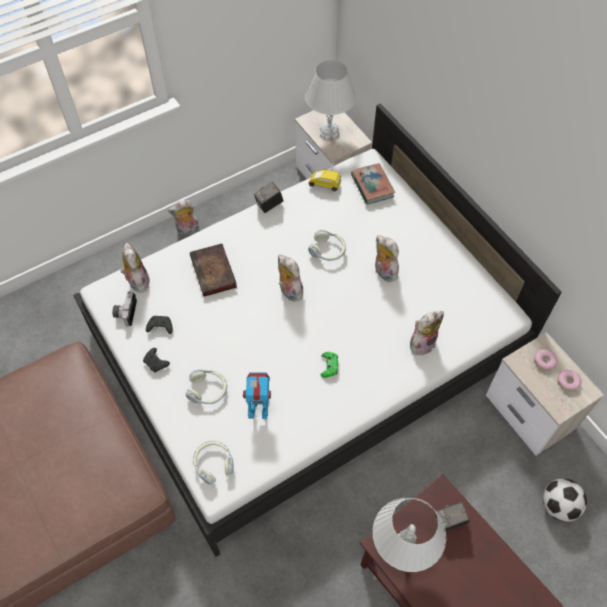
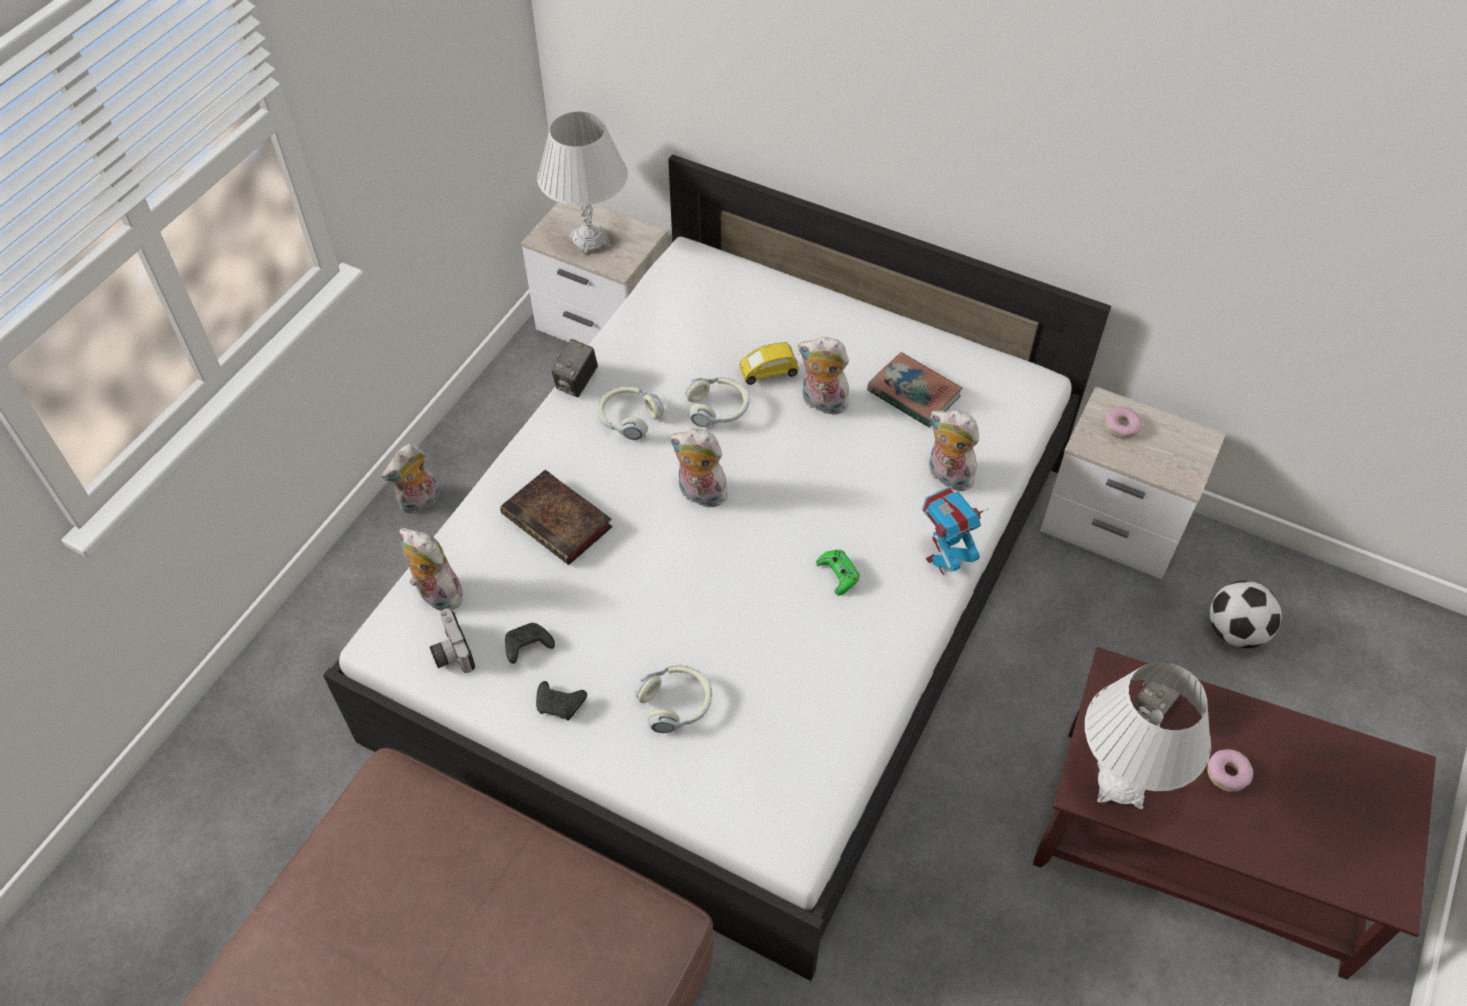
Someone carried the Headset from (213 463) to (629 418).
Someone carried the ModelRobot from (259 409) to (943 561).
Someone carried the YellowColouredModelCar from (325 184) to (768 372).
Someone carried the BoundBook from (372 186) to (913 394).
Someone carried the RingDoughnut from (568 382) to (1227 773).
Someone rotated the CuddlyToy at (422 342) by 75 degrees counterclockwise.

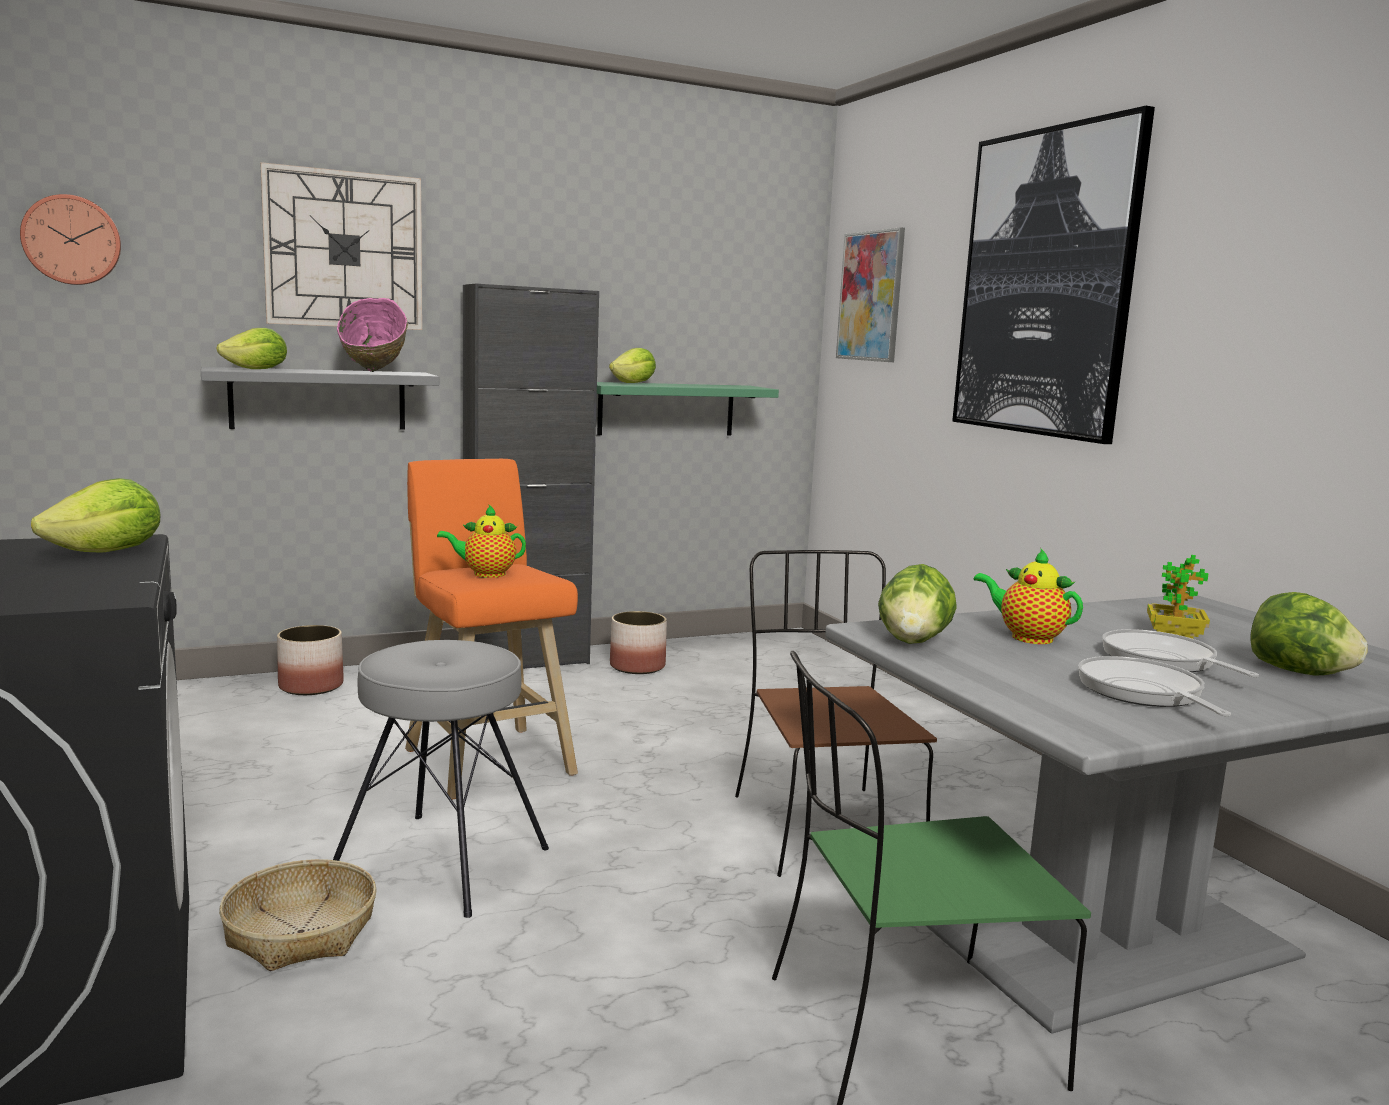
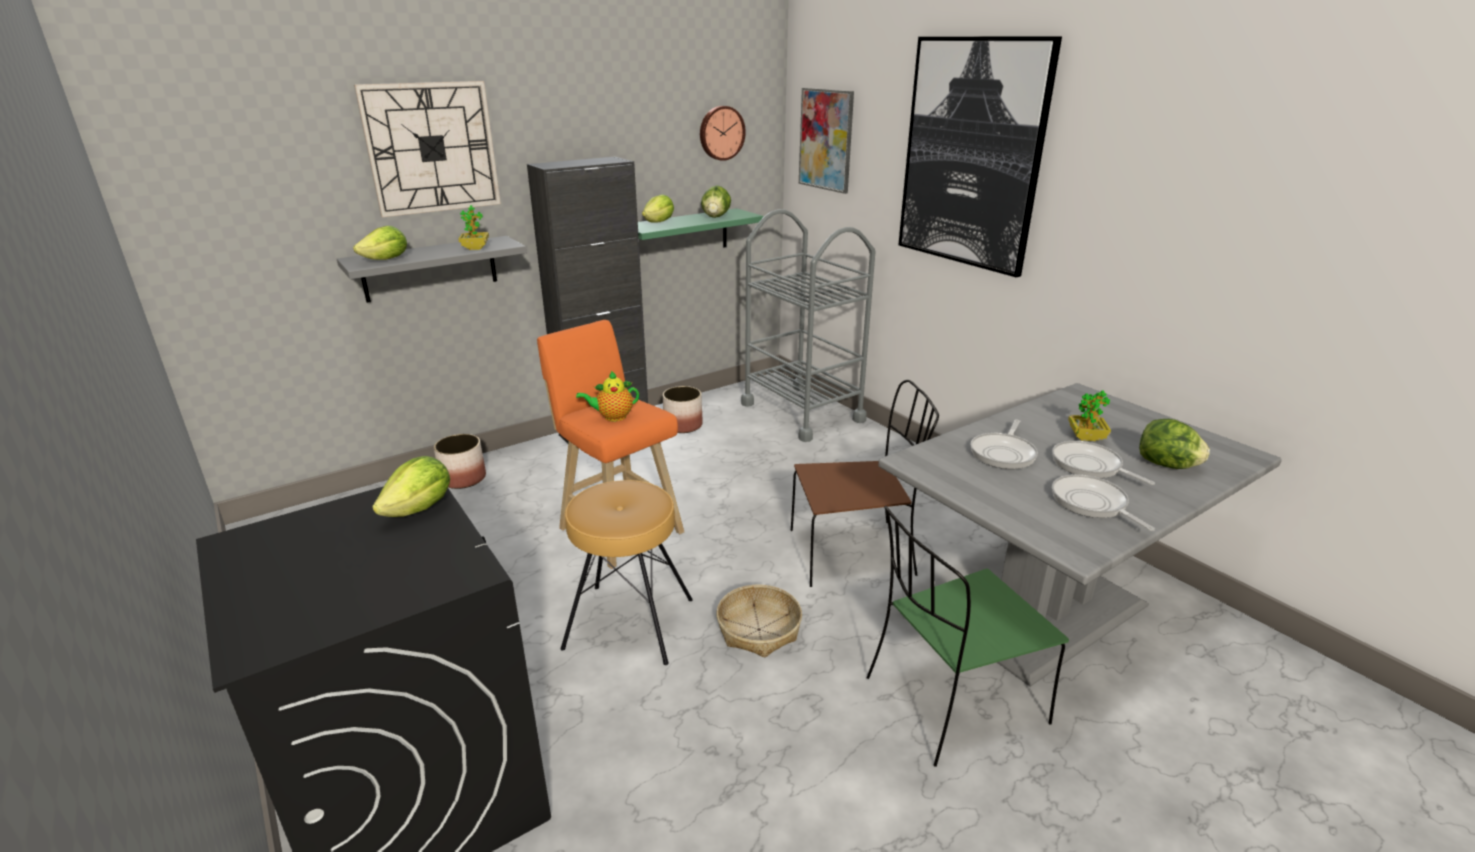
Someone put down the GrayCart at (802 412).
Someone carried the HangingClock from (72 240) to (721 133).
Someone carried the Basket from (301 931) to (758 629).
Someone carried the Lettuce from (914 641) to (716 217).
Someone swapped the PinkServingBowl at (374 373) for the PottedPlant at (475 248).
Someone swapped the TeaPot at (1027 637) for the FryingPan at (1003 453).
Someone repainted the GraySittingStool at (441 861), which became the BrownColouredSittingStool at (629 622).
Someone rotated the BrownColouredPlainChair at (823 828) by 105 degrees clockwise.

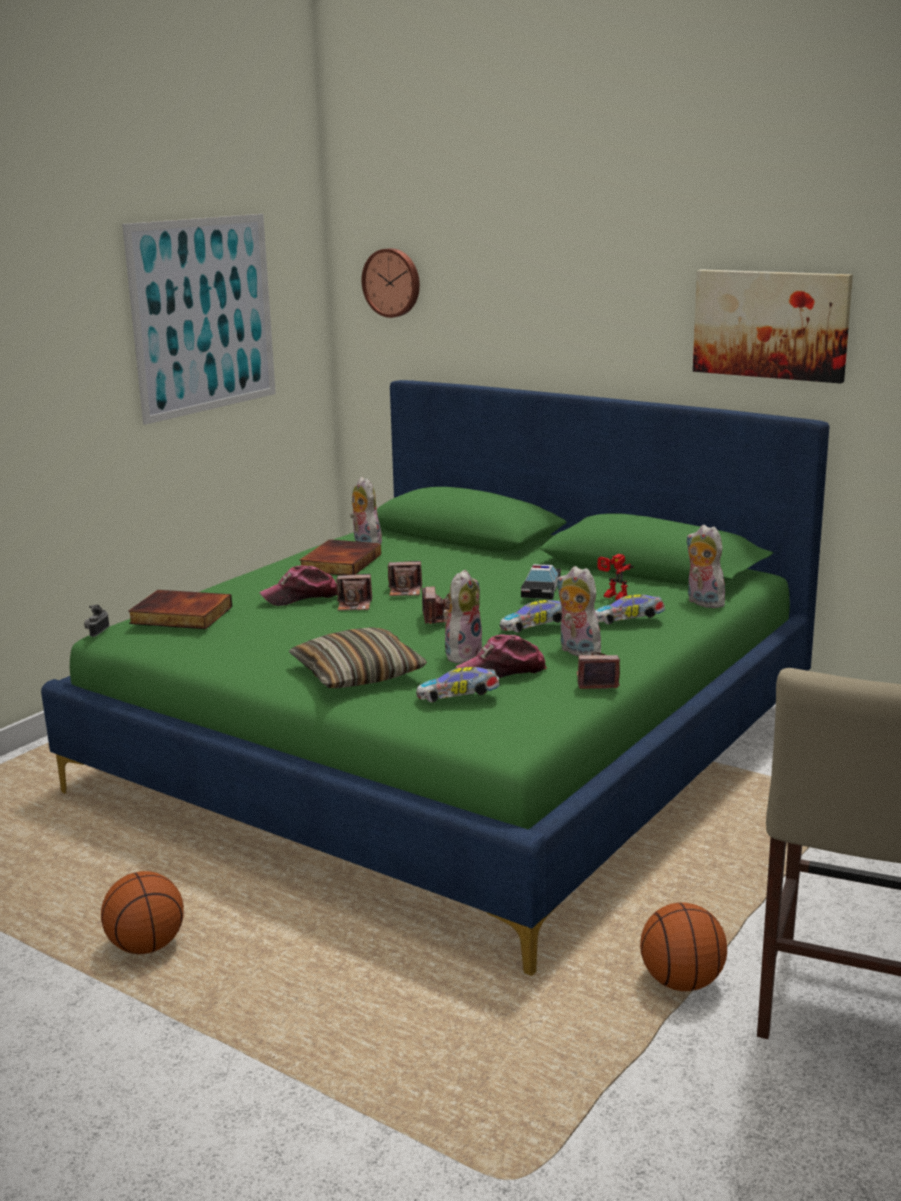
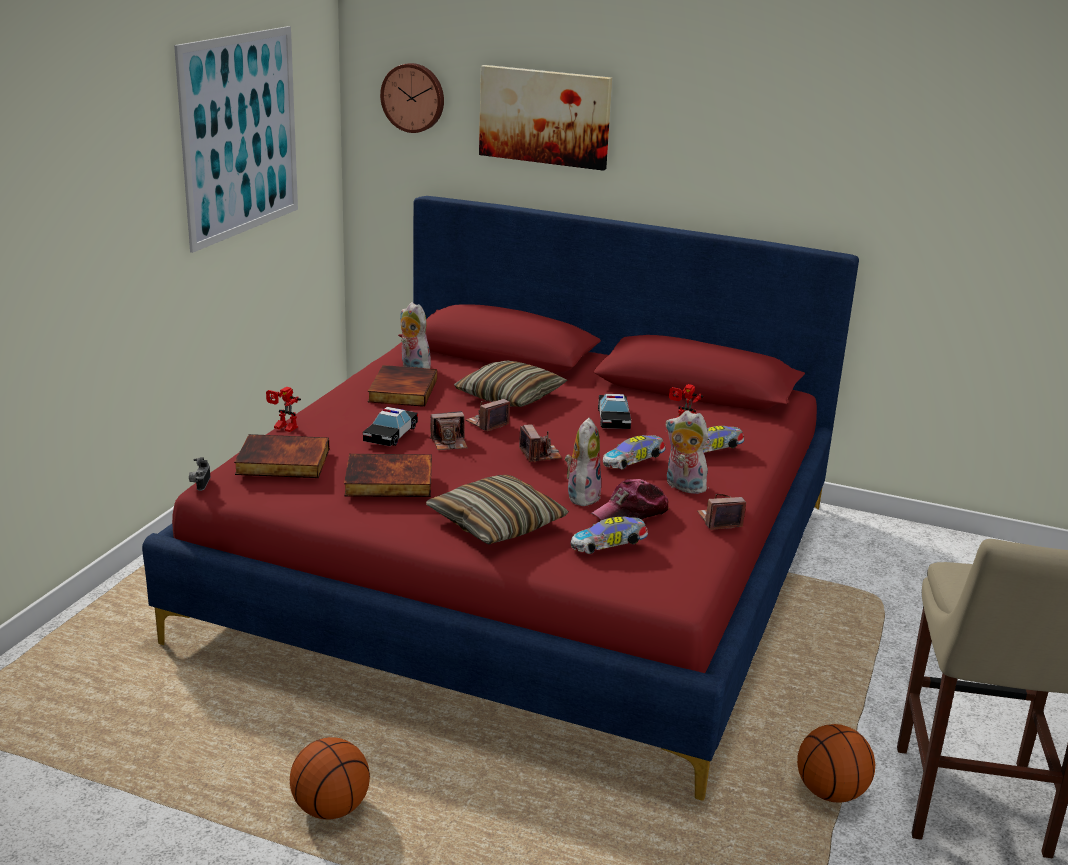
Someone took away the CuddlyToy at (702 602).
Someone put down the ModelRobot at (283 428).
Someone put down the BoundBook at (388 482).
Someone put down the ThrowPillow at (510 396).
Someone carried the WallArt from (771 324) to (545 116).
Someone swapped the PeakedCap at (301 597) for the ModelCar at (390 434).
Someone repainted the GreenishBed at (454 748), which became the RedColouredBed at (528 568).
Someone rotated the PhotoCamera at (405 591) by 150 degrees clockwise.

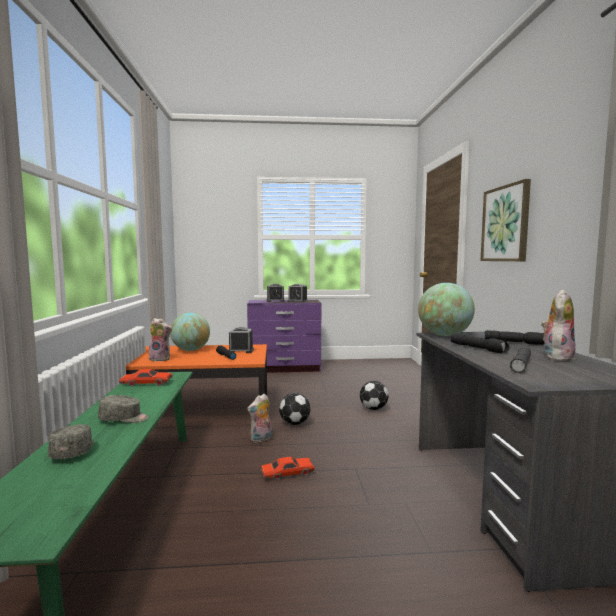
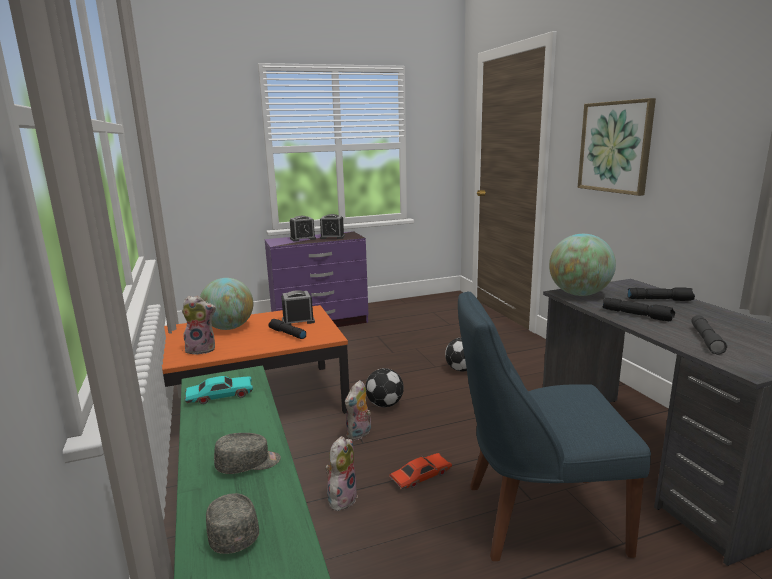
Someone put down the BlueColouredPlainChair at (536 517).
Someone carried the CuddlyToy from (556 357) to (341 498).
Someone repainted the RedColouredModelCar at (146 383), which became the TurquoiseColouredModelCar at (220 396).

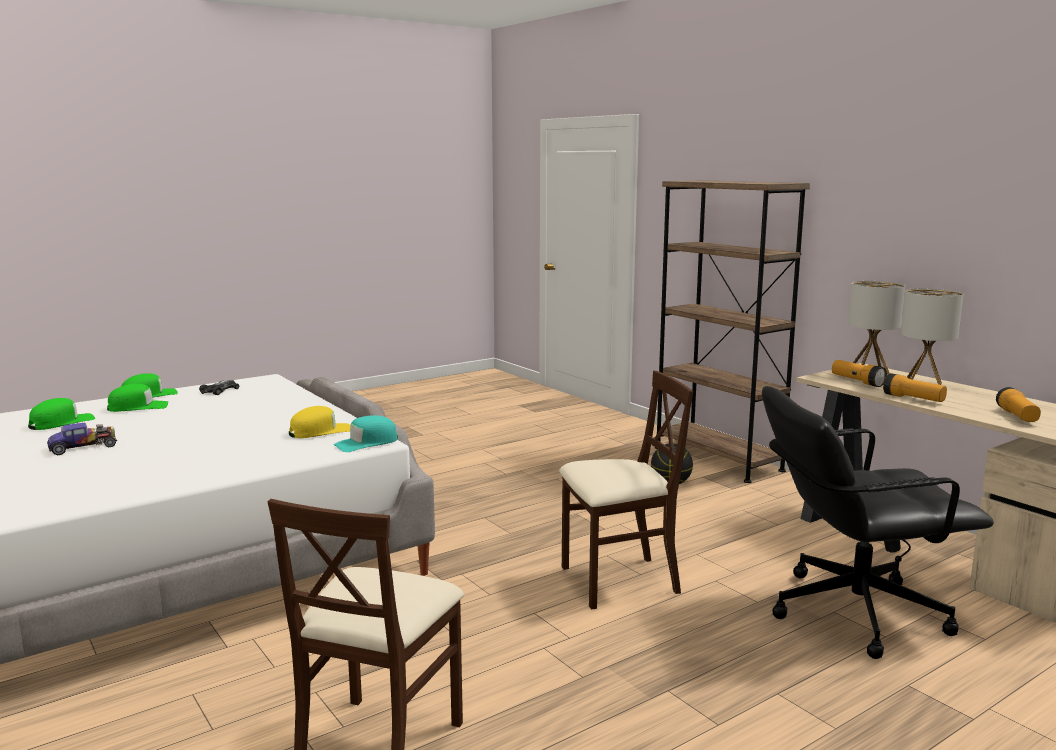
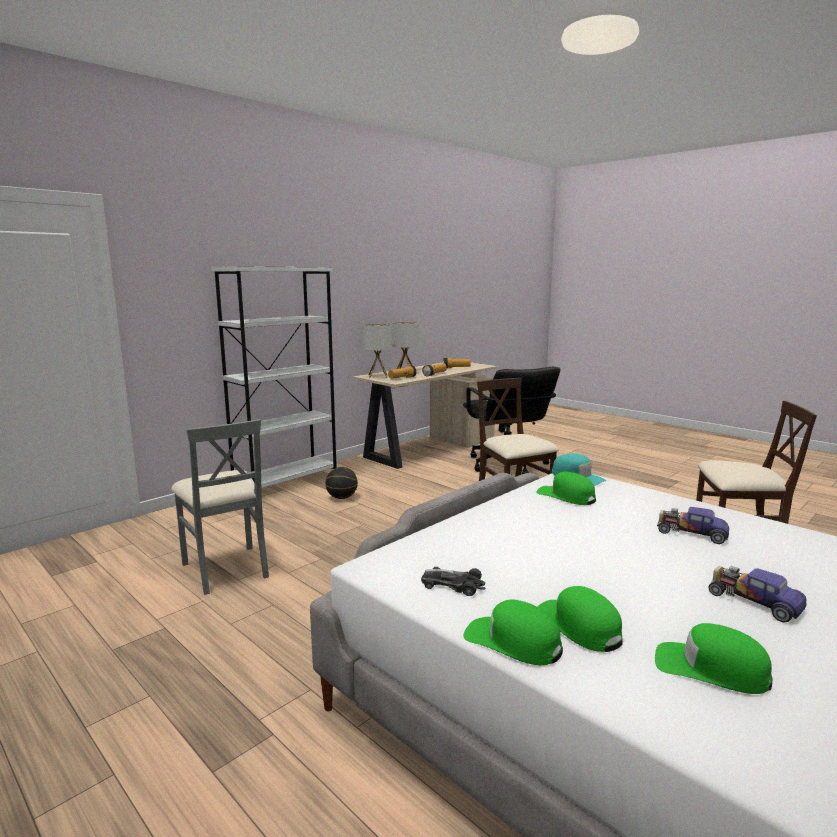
Someone put down the GrayPlainChair at (226 569).
Someone put down the ModelCar at (691 532).
Someone repainted the YellowColouredPeakedCap at (320 431), which became the GreenishPeakedCap at (566 496).
Someone repainted the BrownColouredBookcase at (717 459), which became the WhiteBookcase at (286 484).

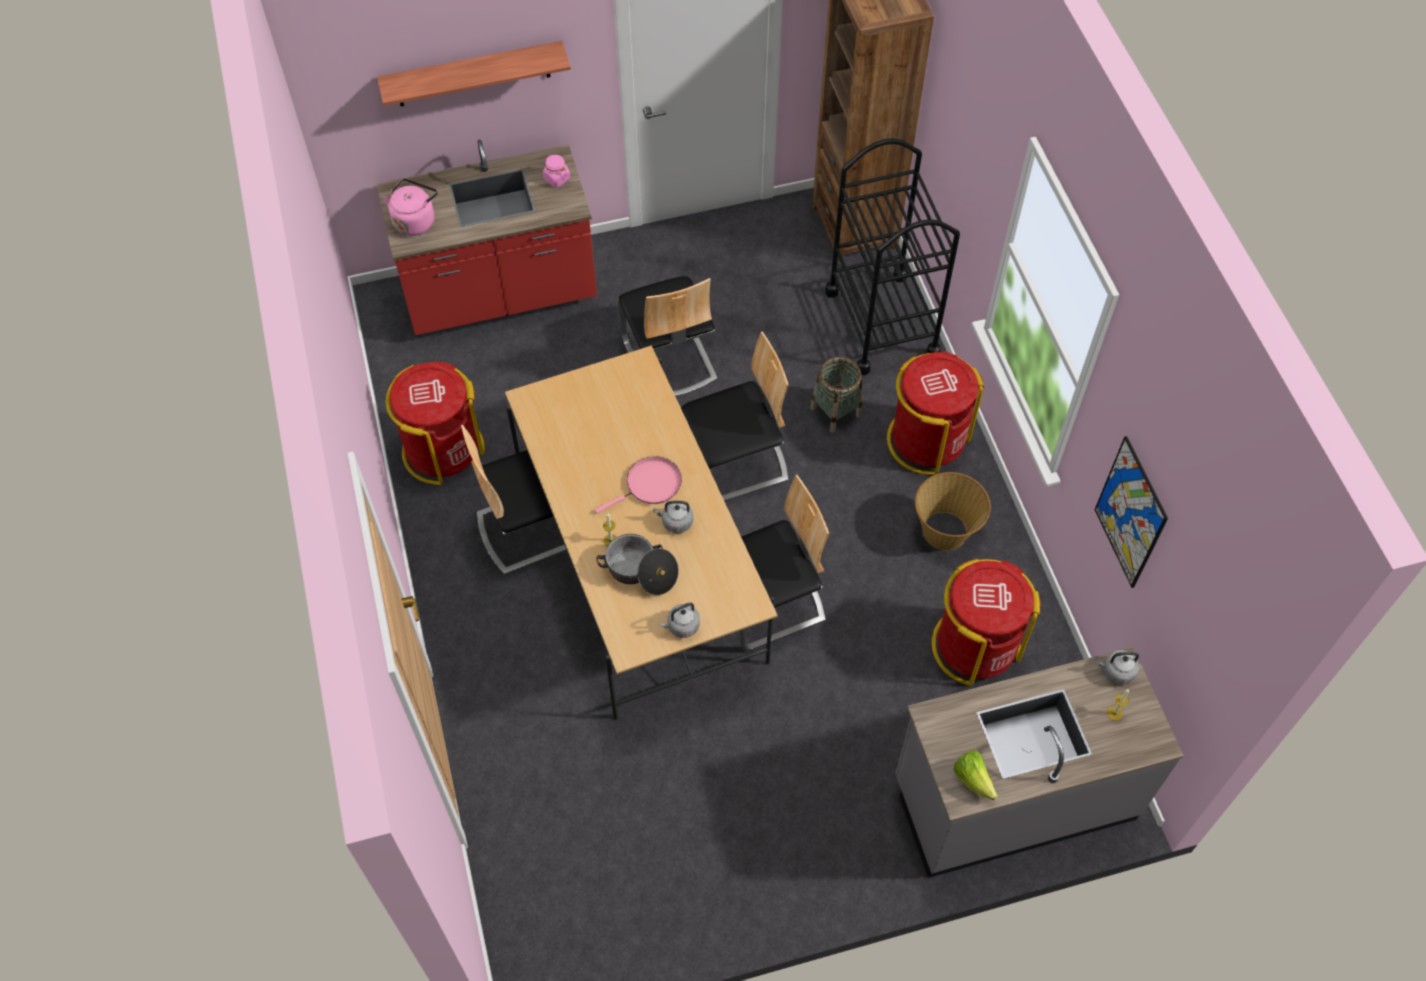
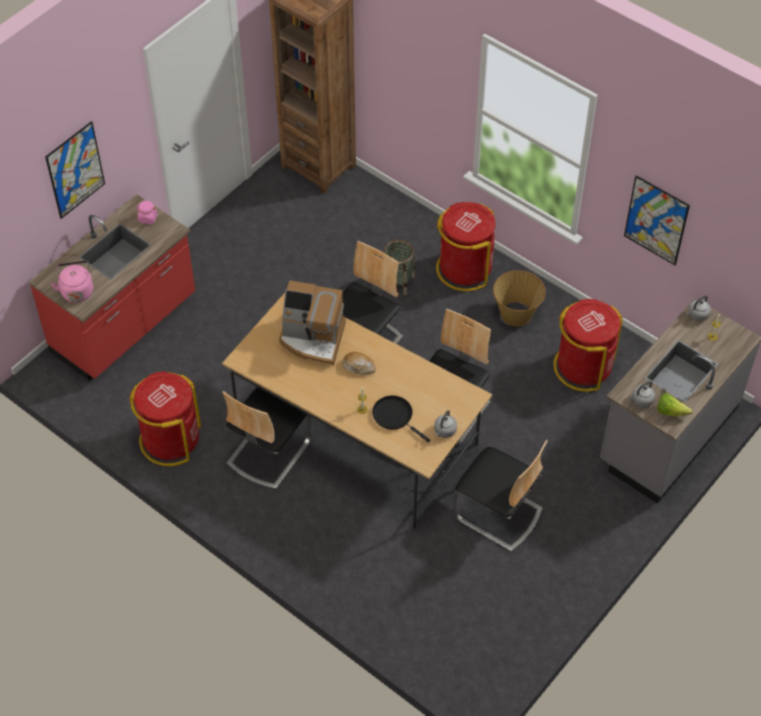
Someone took away the BlackishCart at (882 322).
Someone put down the CoffeeBrewer at (312 338).
Someone carried the PlainChair from (668 359) to (498 514).
Someone carried the GrayTeaKettle from (675 522) to (641 401).
Someone swapped the WallShelf at (473 74) for the WallArt at (75 170).
Someone swapped the PinkFryingPan at (650 485) for the BakedBread at (358 366).
Someone swapped the Stockpot at (640 571) for the BlackishFryingPan at (395 416).

